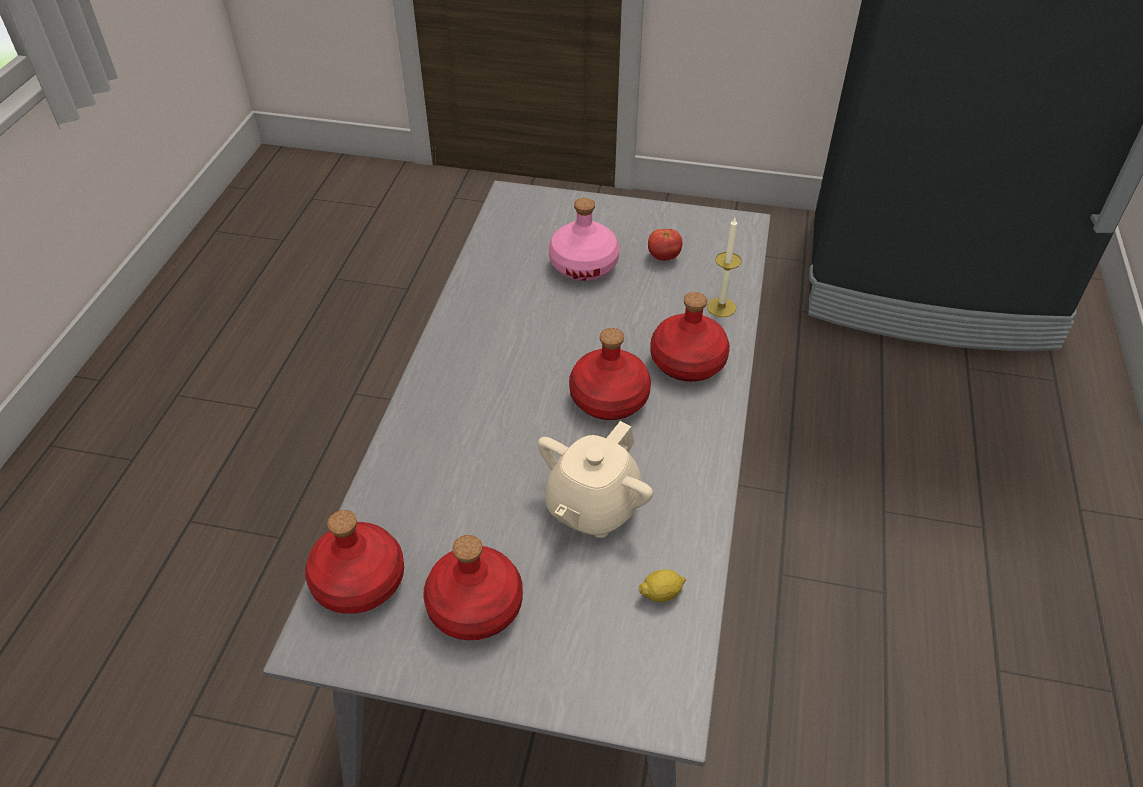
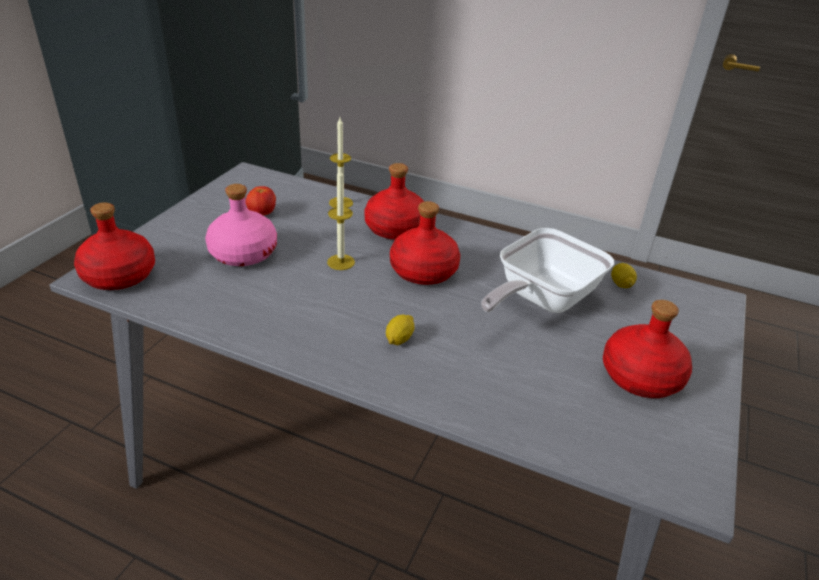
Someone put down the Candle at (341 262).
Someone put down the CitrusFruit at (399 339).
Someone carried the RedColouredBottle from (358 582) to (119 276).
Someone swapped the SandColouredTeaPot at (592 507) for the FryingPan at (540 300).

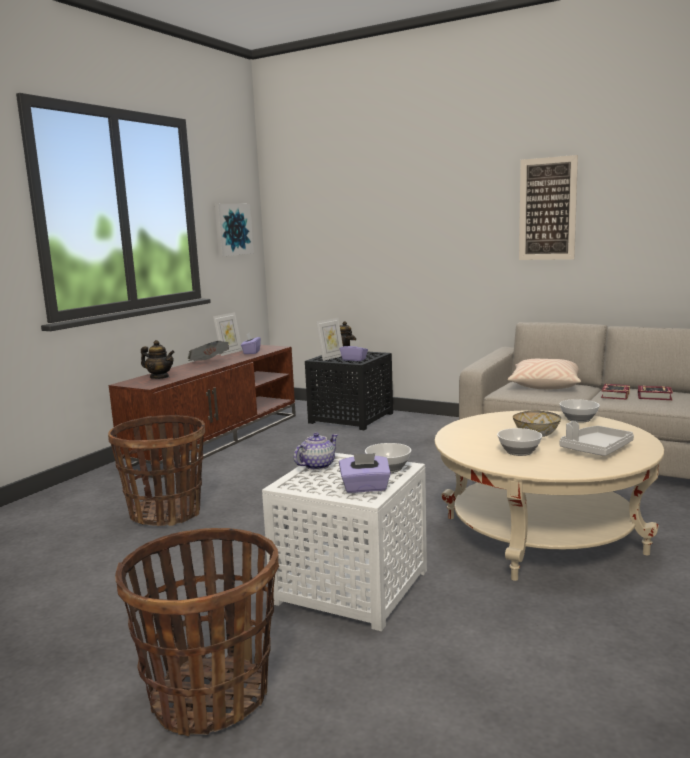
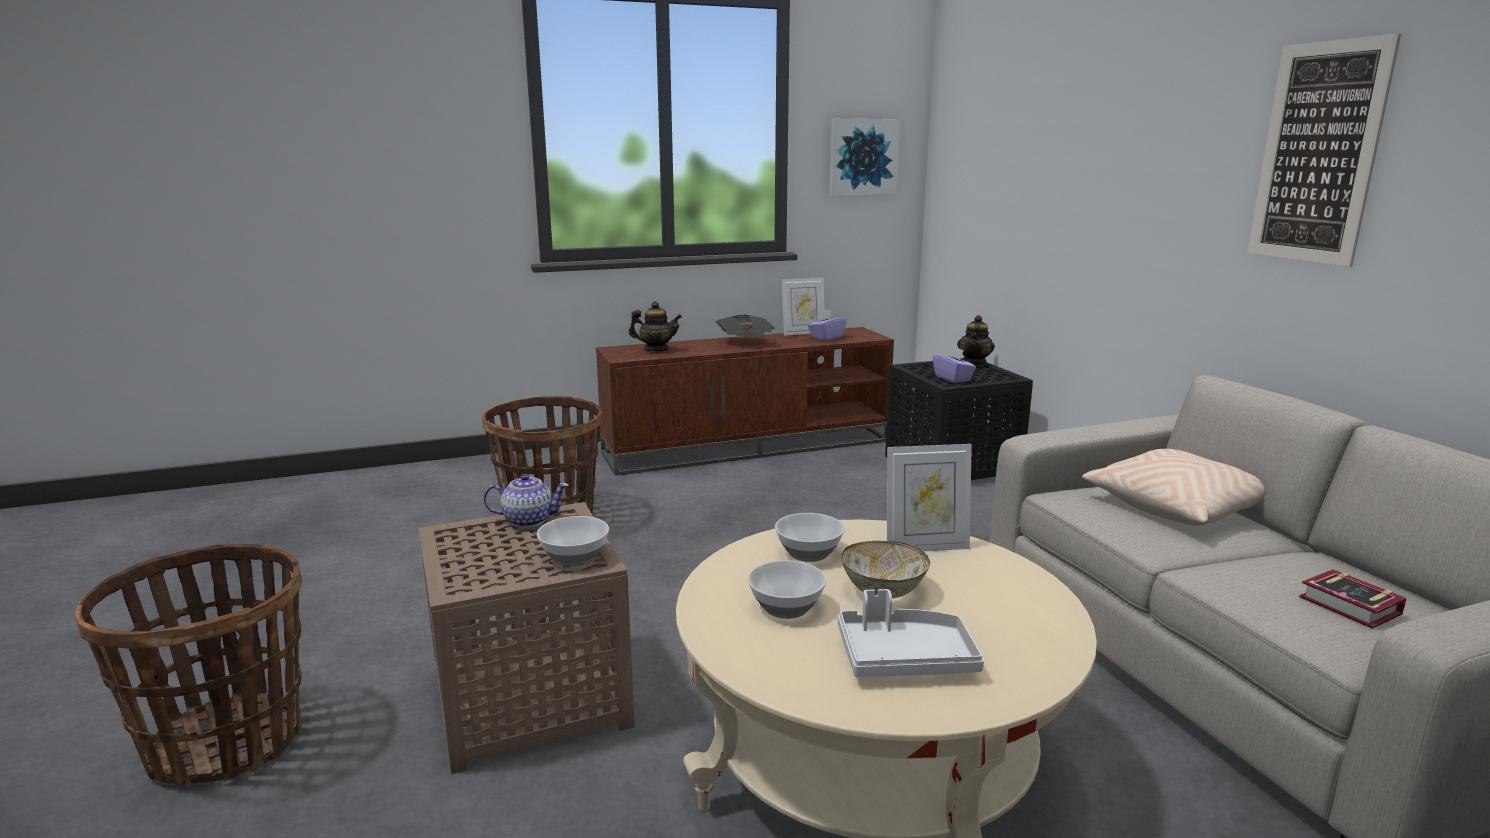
Someone took away the PurpleBoxOfTissues at (365 488).
Someone took away the BoundBook at (614 395).
Someone carried the PictureFrame from (331 357) to (925 547).
Someone carried the ServingBowl from (578 419) to (808 552).
Someone repainted the WhiteEndTable at (350 585), which became the BrownColouredEndTable at (533 696).
Someone rotated the TeaPot at (159 377) by 60 degrees counterclockwise.

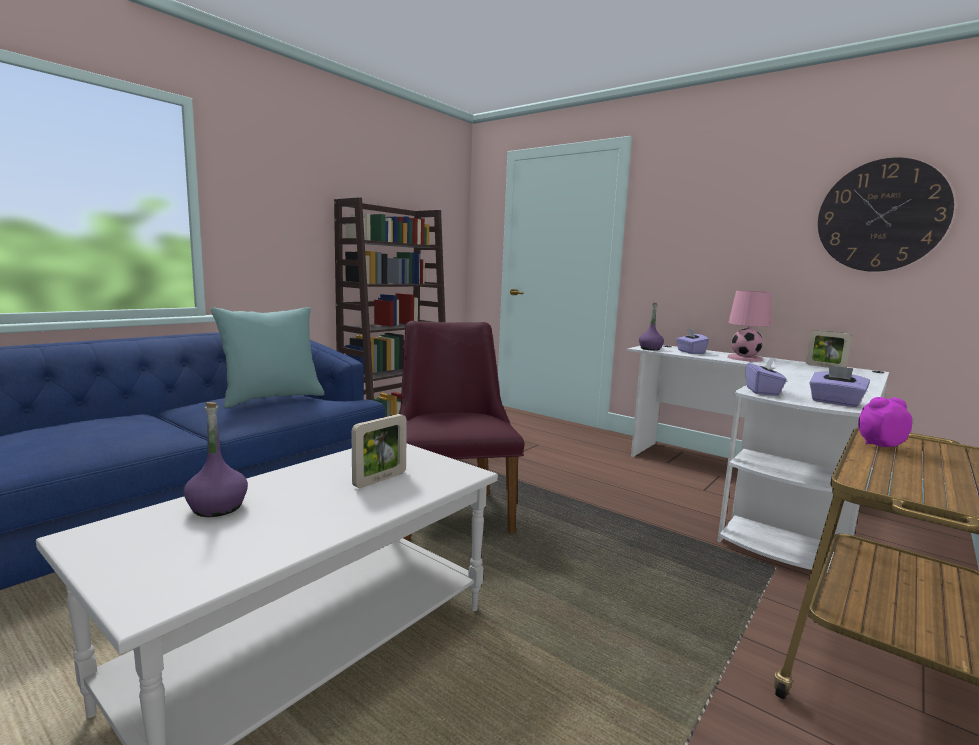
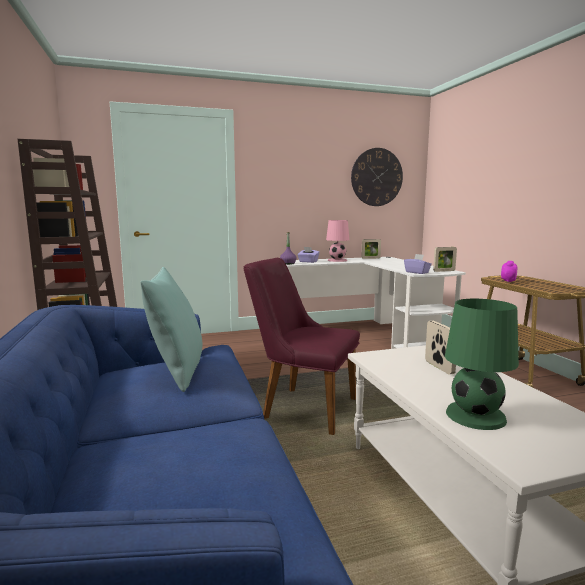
Someone swapped the PurpleBottle at (217 508) for the GreenishLampForATable at (474 415).
Someone swapped the PurpleBoxOfTissues at (835 402) for the PictureFrame at (444 271).

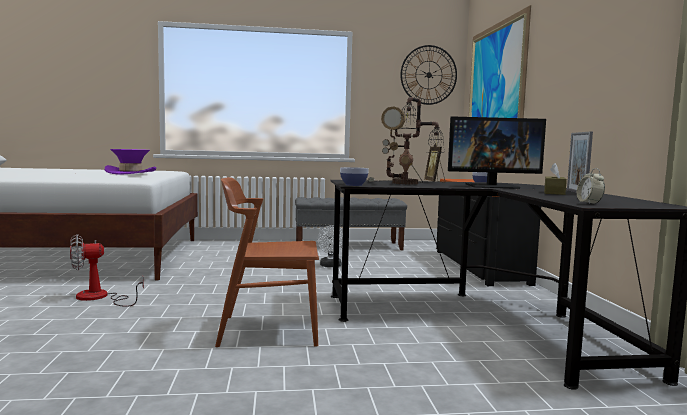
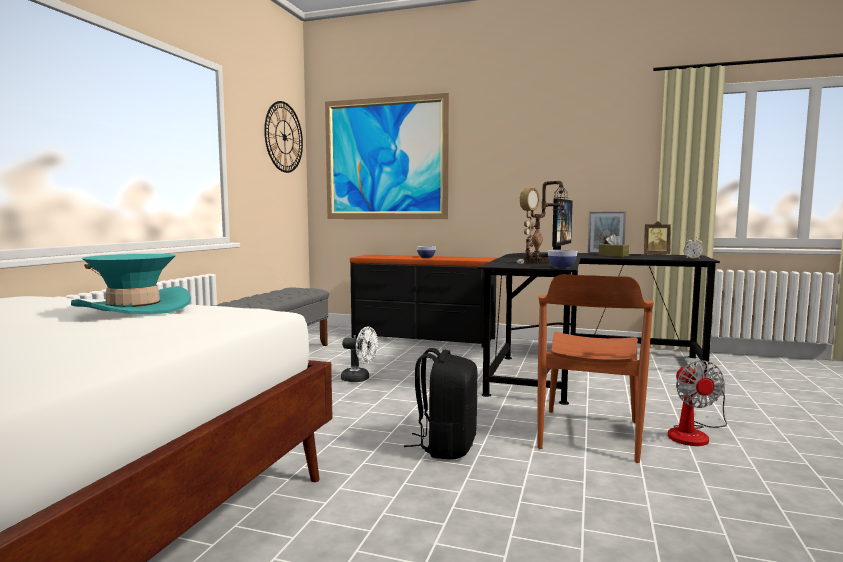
Someone put down the BlackishKnapsack at (446 446).
Someone carried the CoolingFan from (100 298) to (694 434).
Someone carried the PictureFrame from (435 182) to (656 255).
Someone repainted the PurpleWearableHat at (130 173), which became the TurquoiseColouredWearableHat at (133 308).

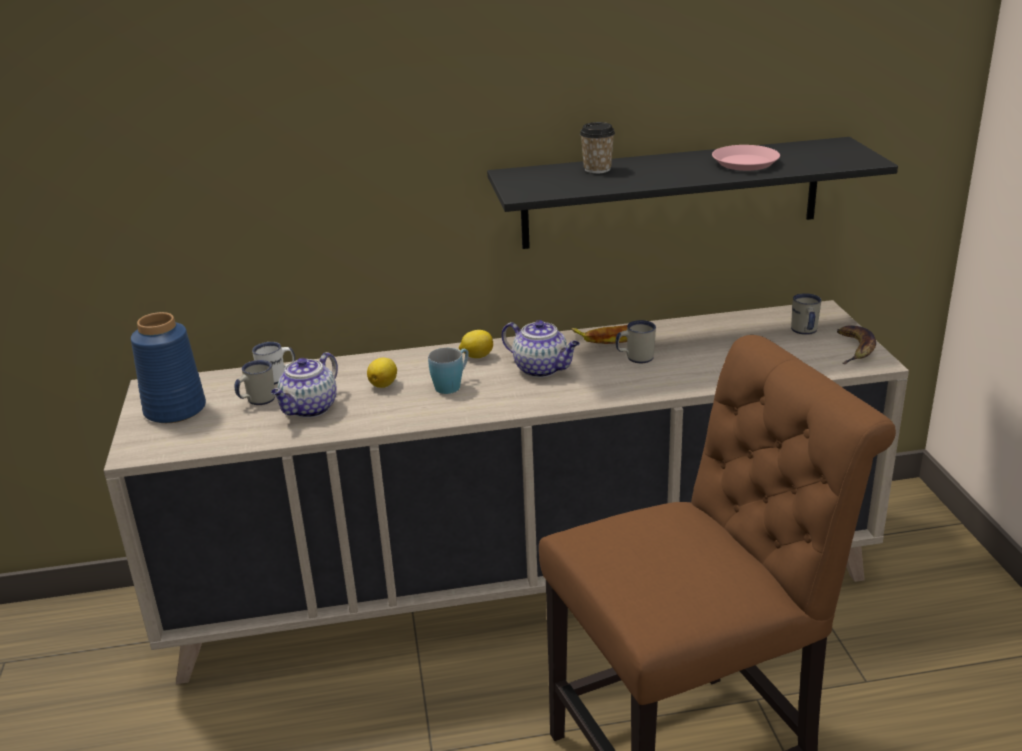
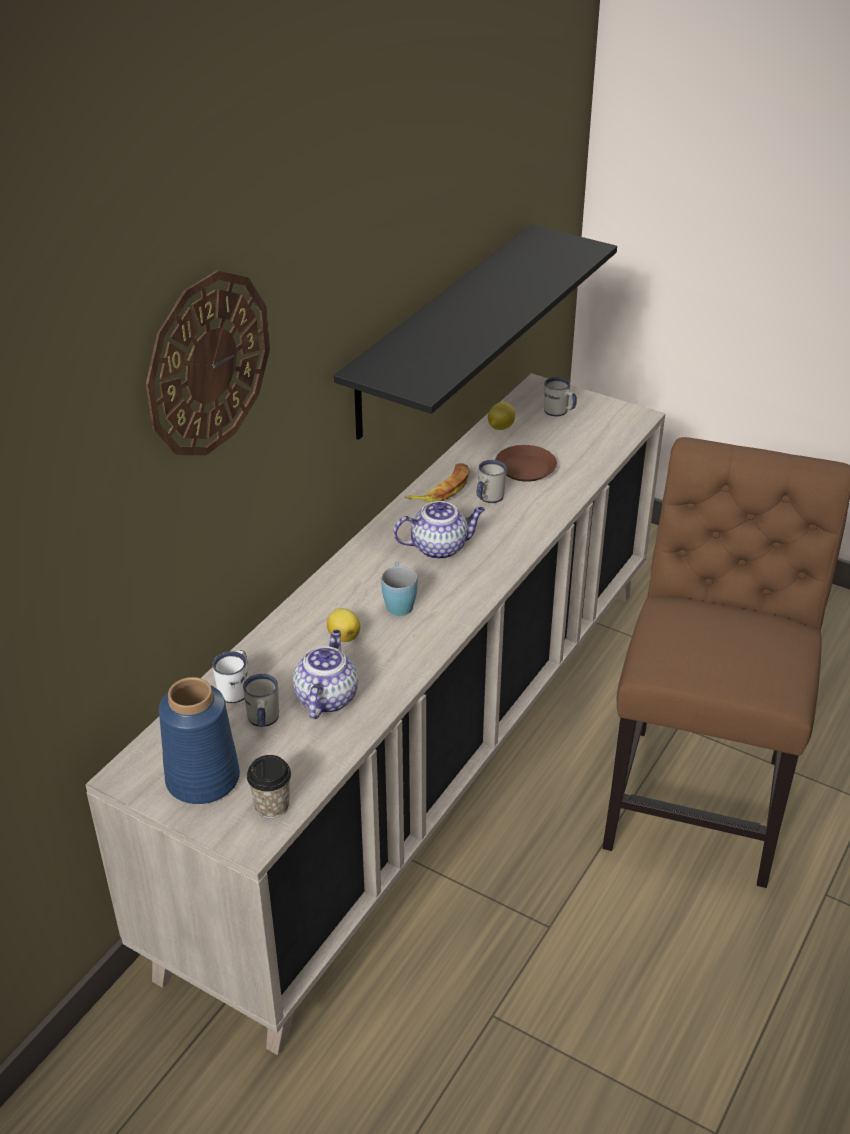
Someone took away the PinkPlate at (744 163).
Someone took away the WholeBanana at (855 349).
Someone put up the HangingClock at (207 364).
Someone put down the BrownColouredPlate at (525 468).
Someone carried the CitrusFruit from (476 356) to (500 427).
Someone carried the SmallCup from (597 169) to (272 806).
Someone rotated the TeaPot at (309 409) by 150 degrees counterclockwise.

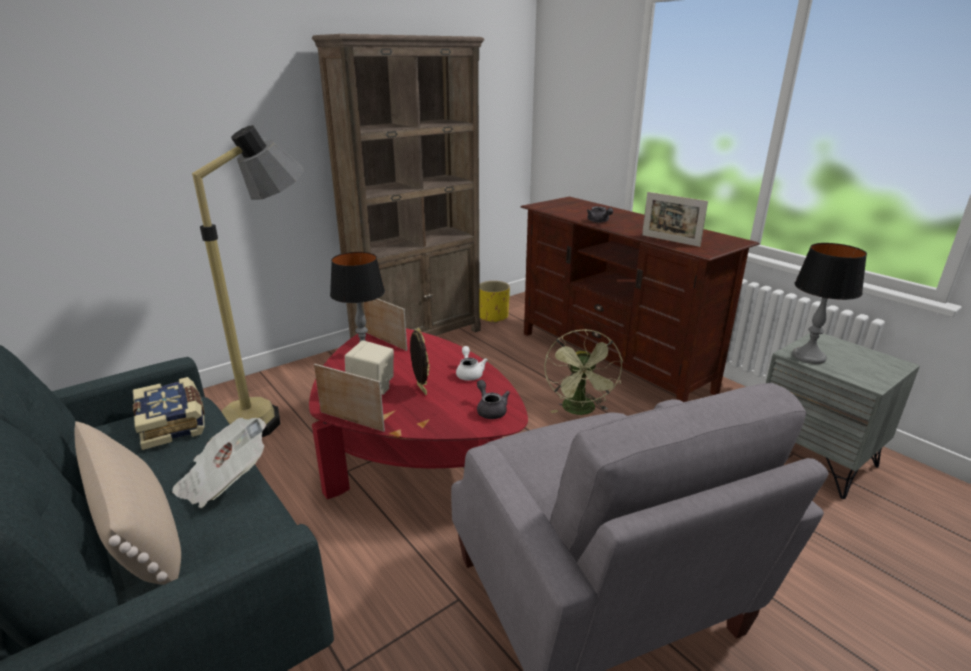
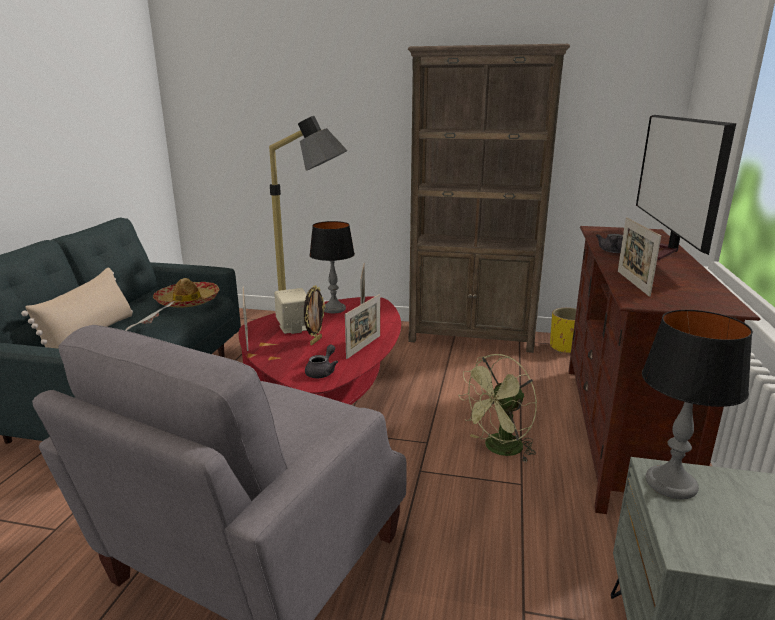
Someone put down the TvSet at (661 250).
Someone swapped the BoundBook at (174 423) for the WearableHat at (188 301).
Someone swapped the WhiteTeaPot at (469 373) for the PictureFrame at (364 347).

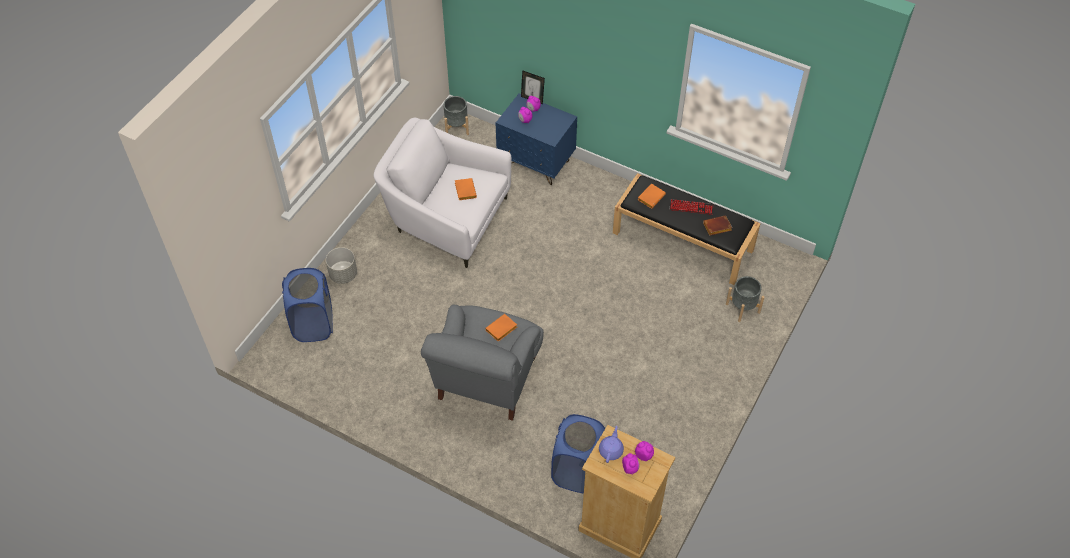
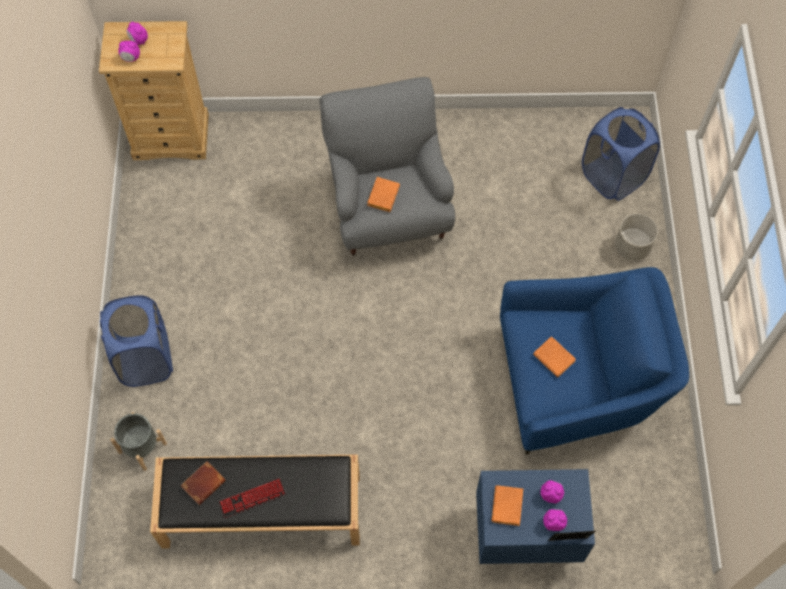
Someone took away the GrayFlowerPot at (456 127).
Someone took away the PurpleTeaPot at (611 450).
Someone carried the BlueColouredWashingBasket from (577 471) to (145 359).
Someone carried the OrangeBoundBook from (651 197) to (508 508).
Someone repainted the WhiteArmchair at (446 218), which became the BlueColouredArmchair at (577 382).

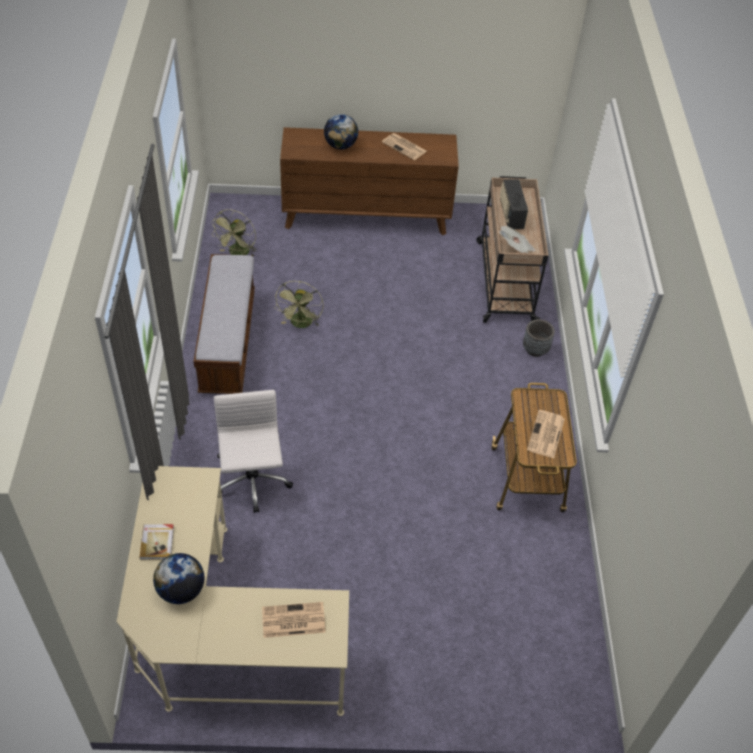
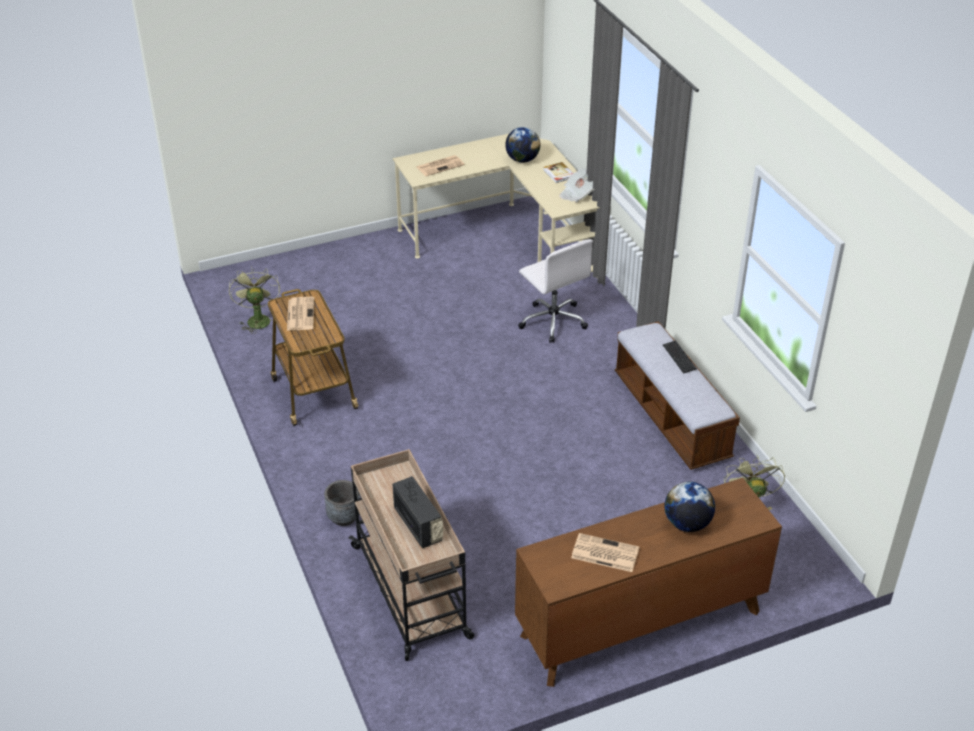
Someone put down the ComputerKeyboard at (679 357).
Someone carried the GreenishCoolingFan from (301 324) to (257 319).
Someone carried the Newspaper from (516 248) to (578 194).

